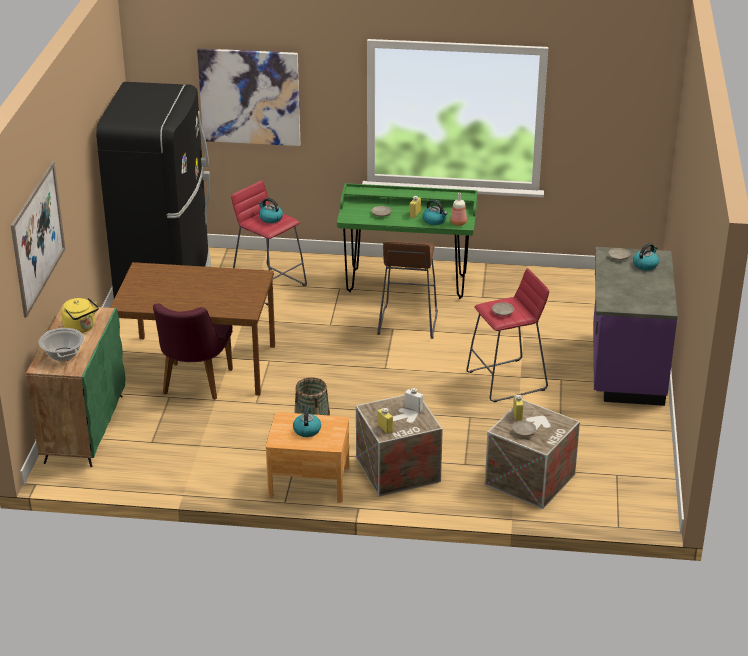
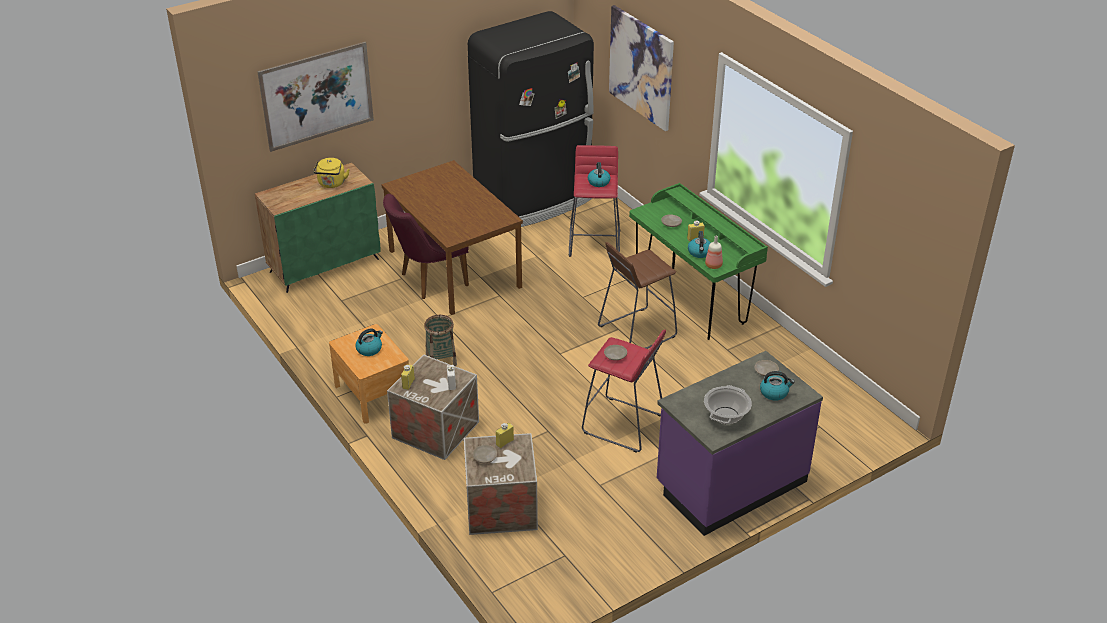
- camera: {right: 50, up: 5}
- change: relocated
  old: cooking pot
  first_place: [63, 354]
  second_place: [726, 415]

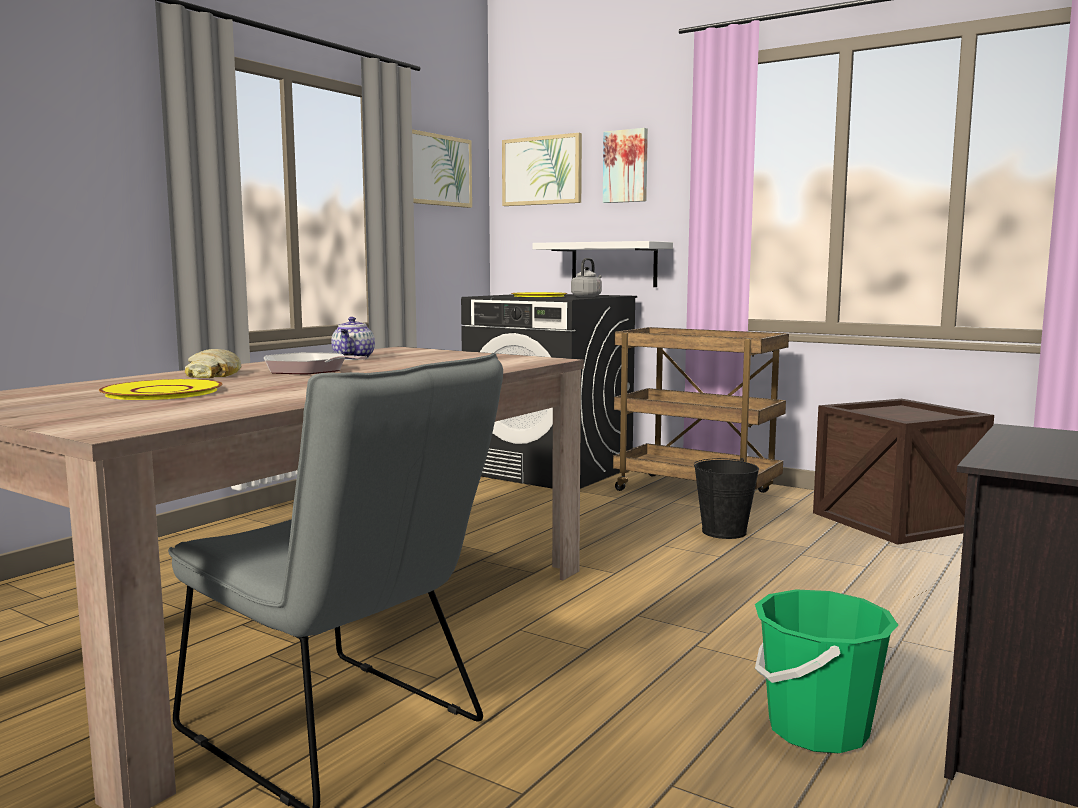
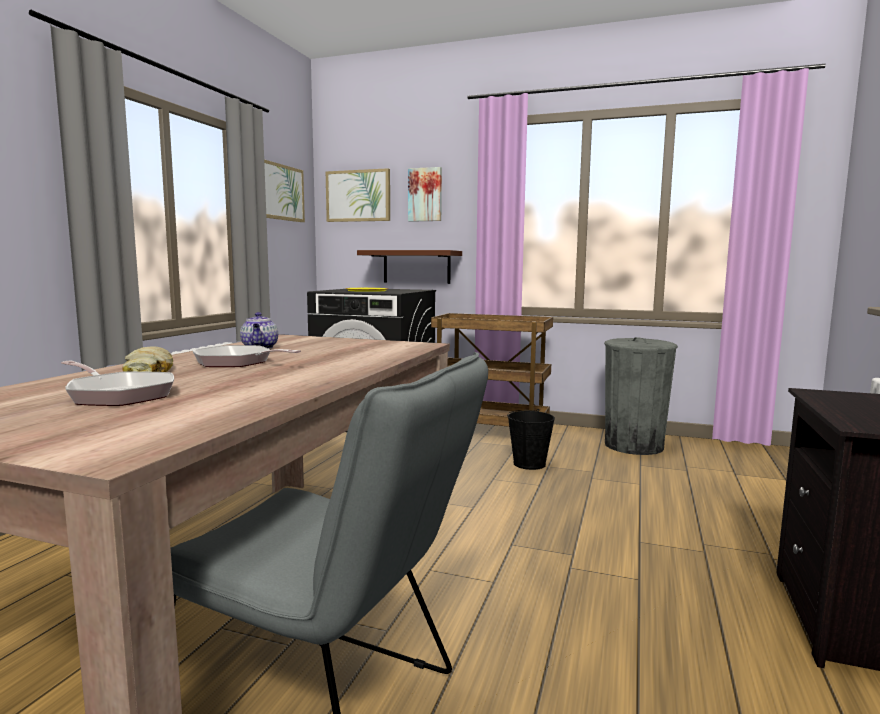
- camera: {right: -15, up: 0}
- change: colour
  old: white wall shelf
  new: brown wall shelf
  first_place: [614, 264]
  second_place: [416, 267]
- change: missing
  old: gray kettle
  first_place: [587, 296]
- change: exchanged
  old: yellowish dinner plate
  new: skillet
  first_place: [162, 392]
  second_place: [118, 395]
- change: exchanged
  old: crate
  new: gray trash can
  first_place: [896, 521]
  second_place: [633, 445]
- change: missing
  old: greenish pail
  first_place: [817, 729]

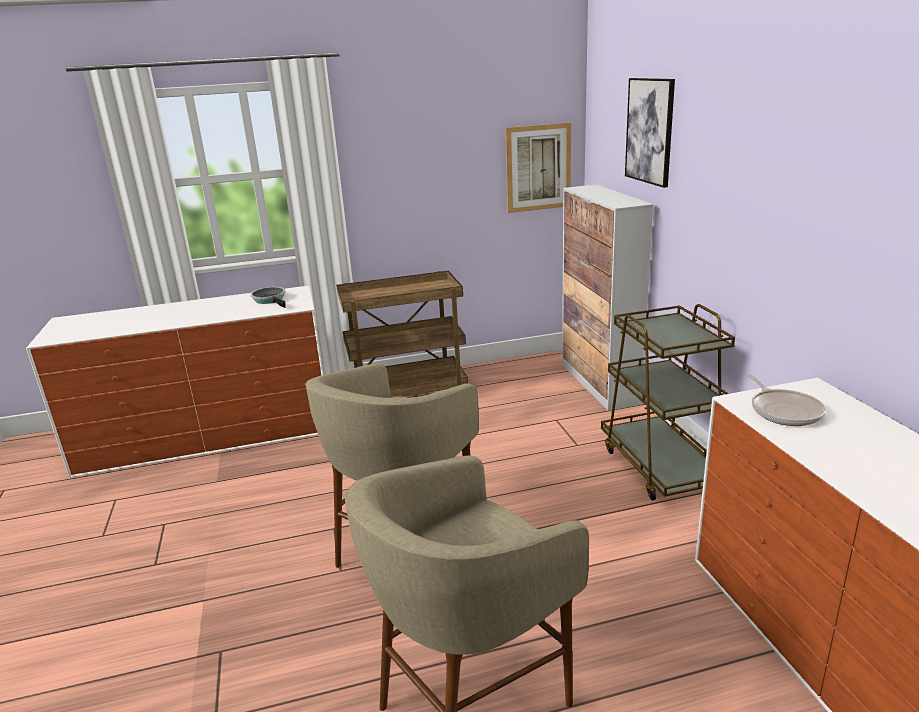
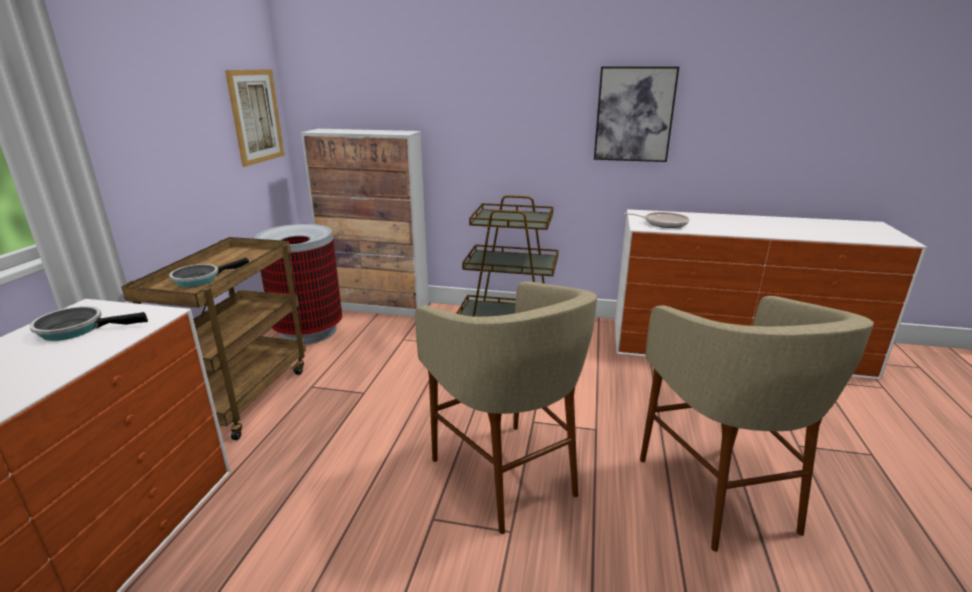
- camera: {right: -65, up: 0}
- change: relocated
  old: picture
  first_place: [650, 131]
  second_place: [634, 114]
- change: appeared
  new: trash can
  second_place: [308, 331]
- change: appeared
  new: skillet
  second_place: [200, 279]

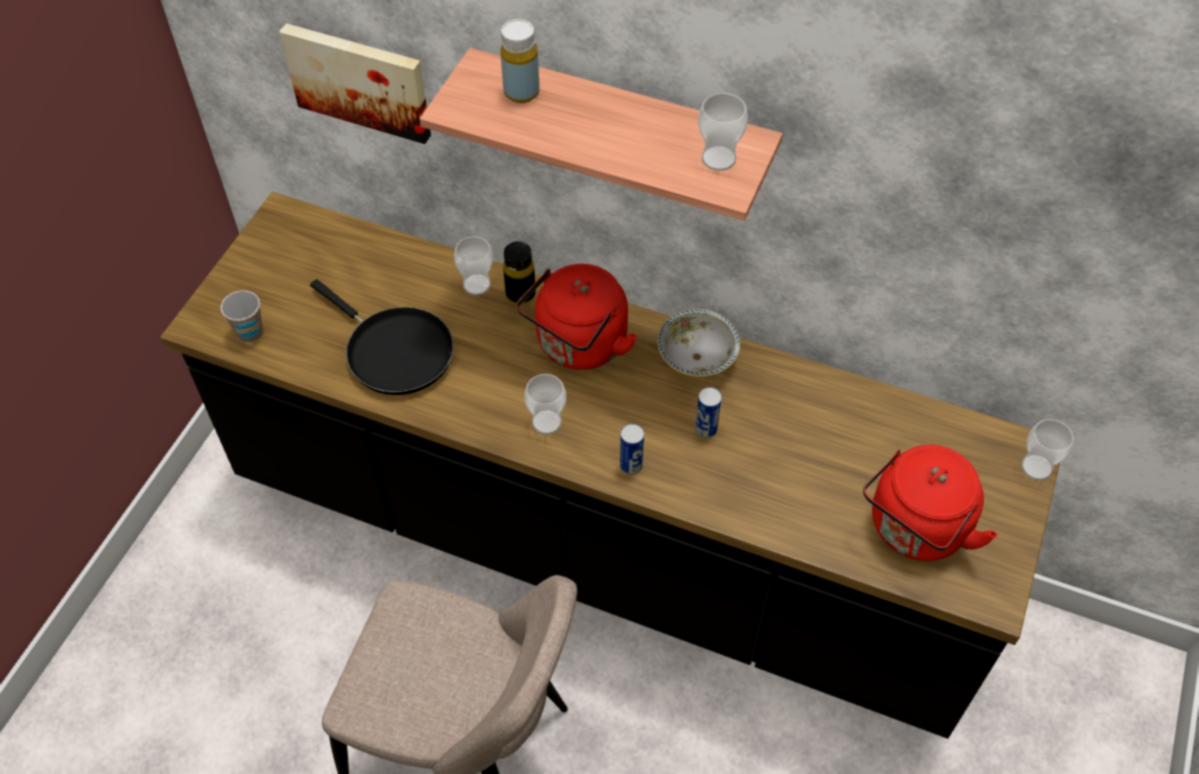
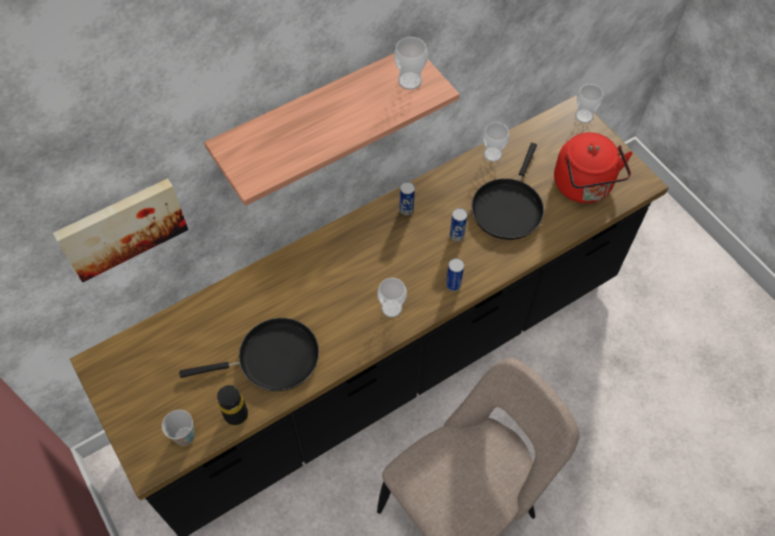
- camera: {right: -55, up: 5}
- change: missing
  old: yellowish beverage bottle
  first_place: [521, 92]
- change: relocated
  old: drinking cup
  first_place: [476, 285]
  second_place: [492, 154]
- change: relocated
  old: black-coloured beverage bottle
  first_place: [520, 294]
  second_place: [236, 415]
- change: missing
  old: red-coloured kettle
  first_place: [578, 346]
- change: exchanged
  old: serving bowl
  new: metal can
  first_place: [697, 358]
  second_place: [406, 210]
- change: appeared
  new: black-coloured skillet
  second_place: [508, 207]

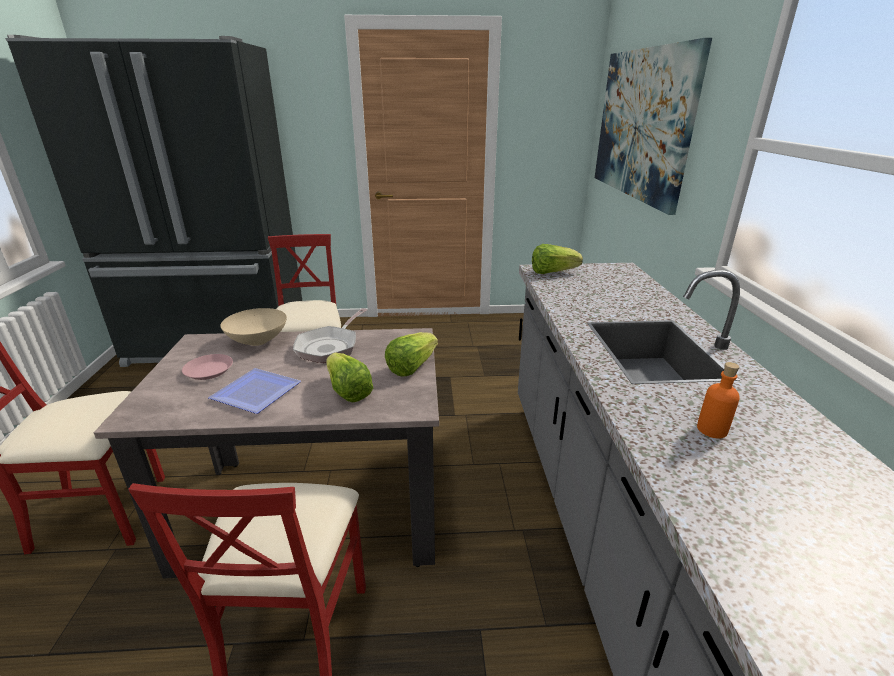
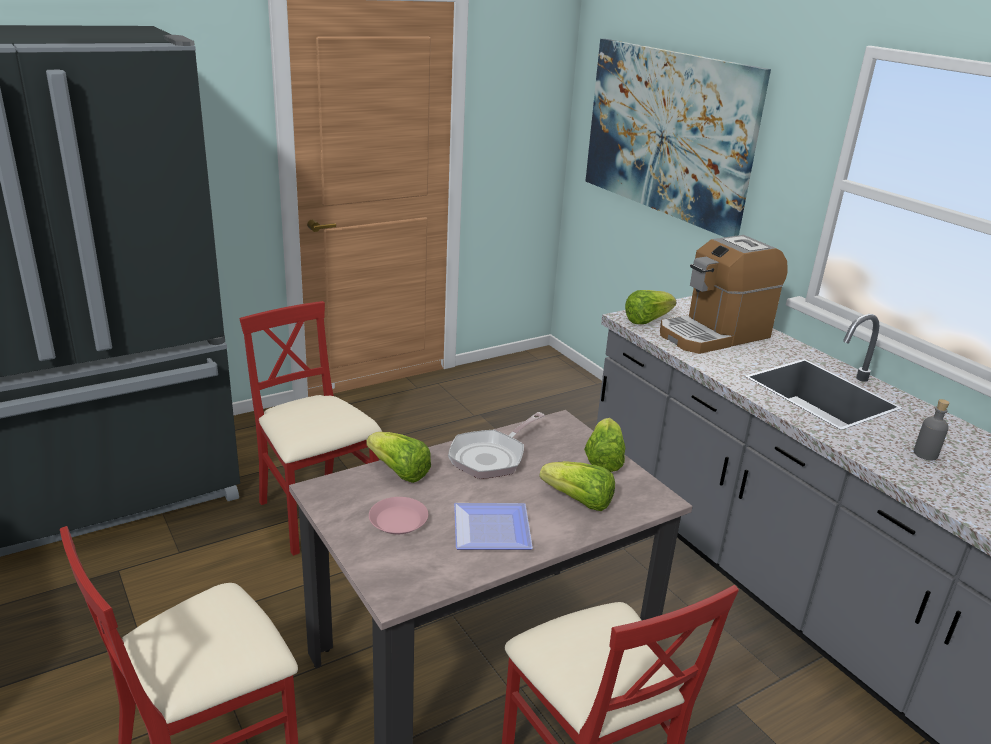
- camera: {right: -30, up: 0}
- change: exchanged
  old: sand-coloured serving bowl
  new: head of lettuce
  first_place: [257, 341]
  second_place: [399, 472]
- change: spun
  old: skillet
  first_place: [330, 346]
  second_place: [491, 457]
  degrees: 45
- change: colour
  old: orangey beverage bottle
  new: gray beverage bottle
  first_place: [712, 429]
  second_place: [925, 454]
- change: appeared
  new: coffee brewer
  second_place: [714, 334]

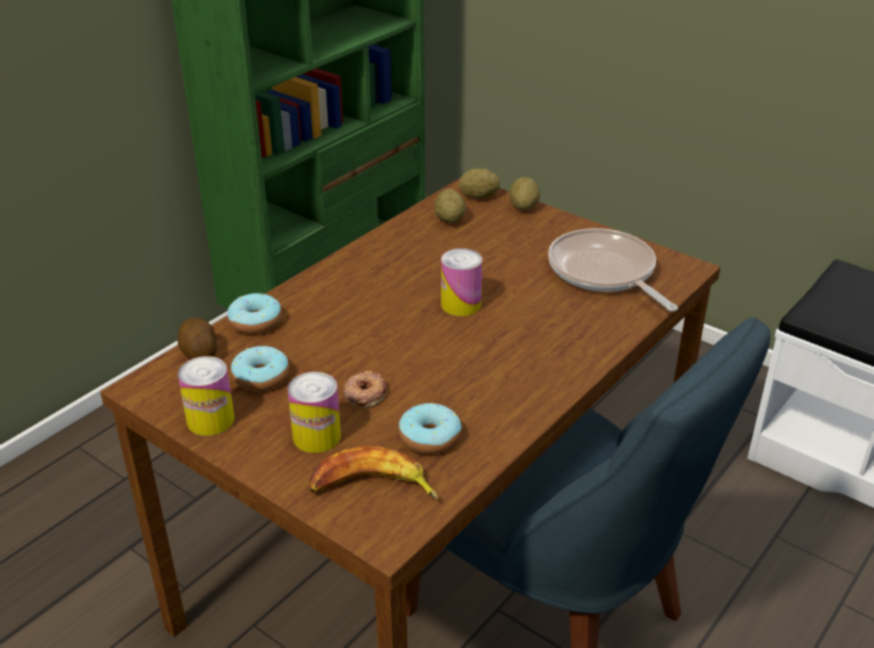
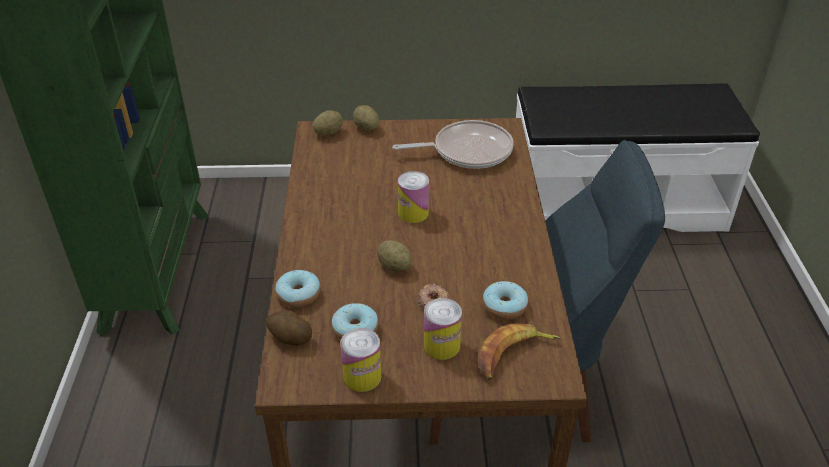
- camera: {right: -40, up: 5}
- change: relocated
  old: whole potato
  first_place: [449, 219]
  second_place: [394, 266]
- change: spun
  old: skillet
  first_place: [604, 273]
  second_place: [467, 151]
  degrees: 150

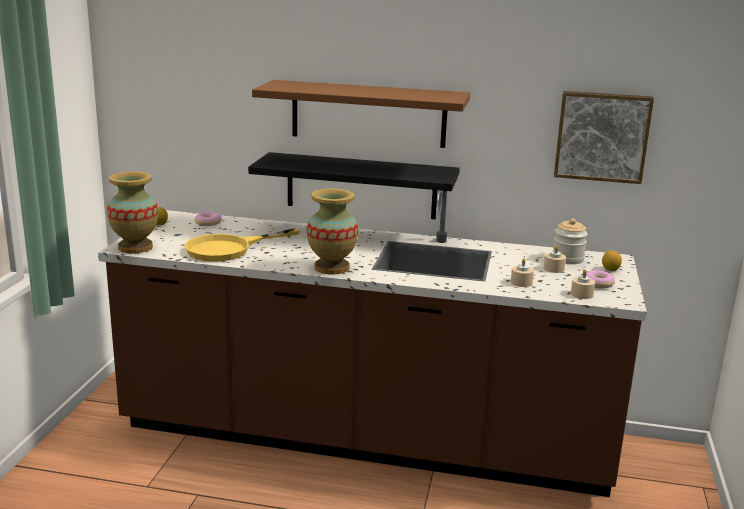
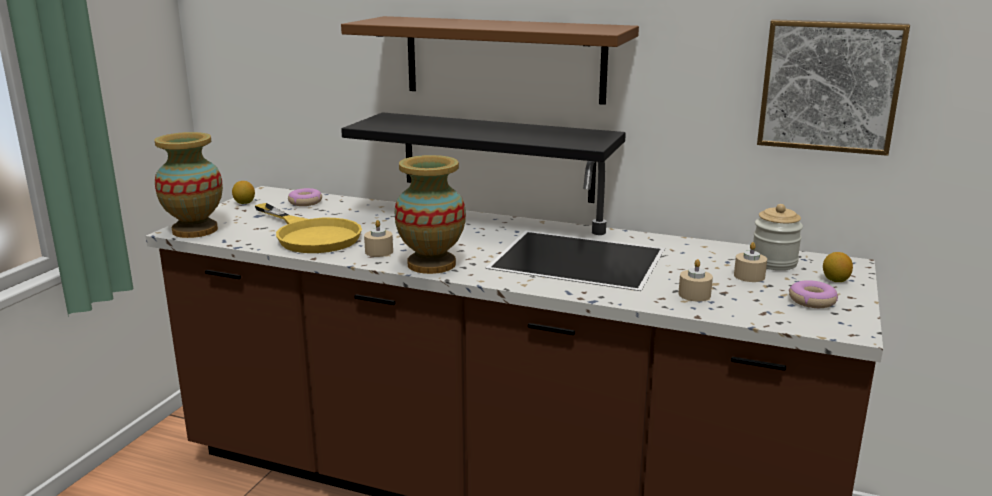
- camera: {right: 10, up: 0}
- change: spun
  old: yellowish skillet
  first_place: [229, 248]
  second_place: [311, 235]
  degrees: -105
- change: relocated
  old: sand-coloured wax light
  first_place: [582, 294]
  second_place: [379, 251]

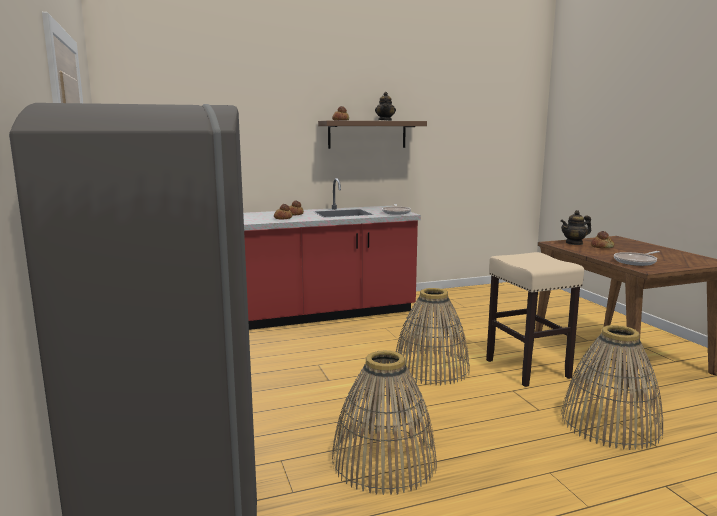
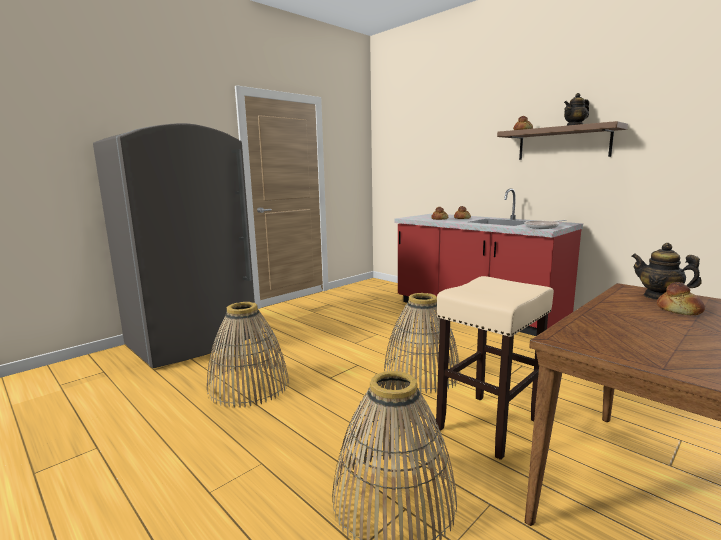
- camera: {right: 65, up: 0}
- change: missing
  old: skillet
  first_place: [636, 262]

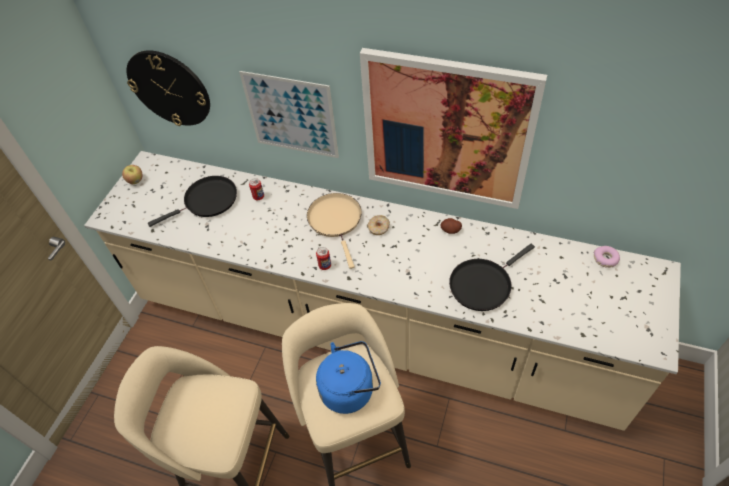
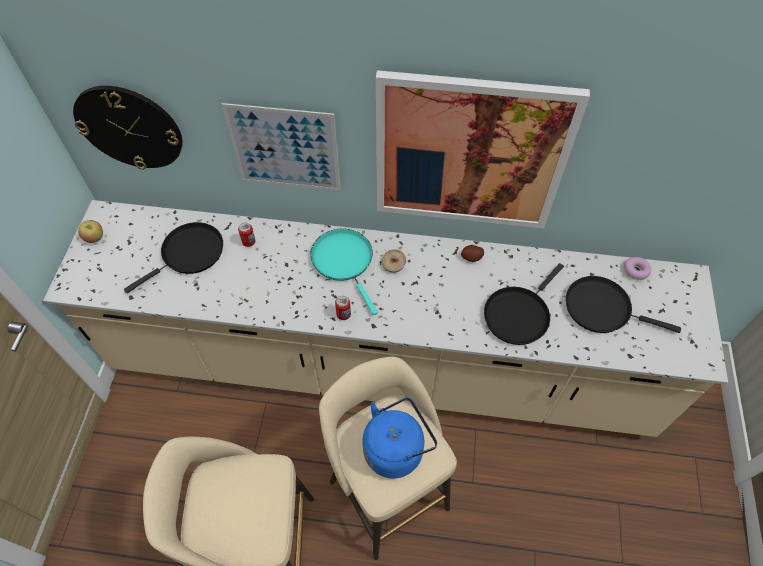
- camera: {right: -15, up: 5}
- change: colour
  old: sand-coloured skillet
  new: turquoise skillet
  first_place: [336, 221]
  second_place: [344, 261]
- change: appeared
  new: black-coloured skillet
  second_place: [602, 308]

